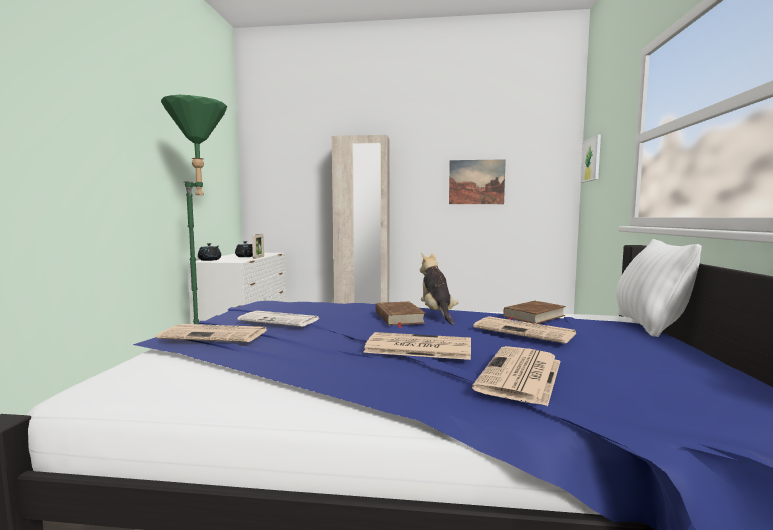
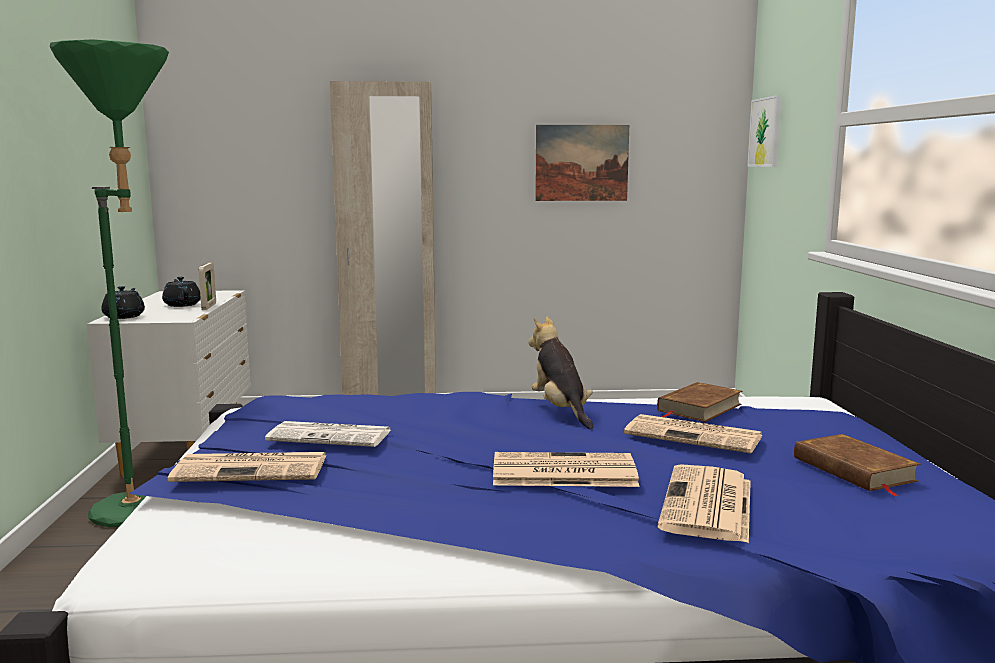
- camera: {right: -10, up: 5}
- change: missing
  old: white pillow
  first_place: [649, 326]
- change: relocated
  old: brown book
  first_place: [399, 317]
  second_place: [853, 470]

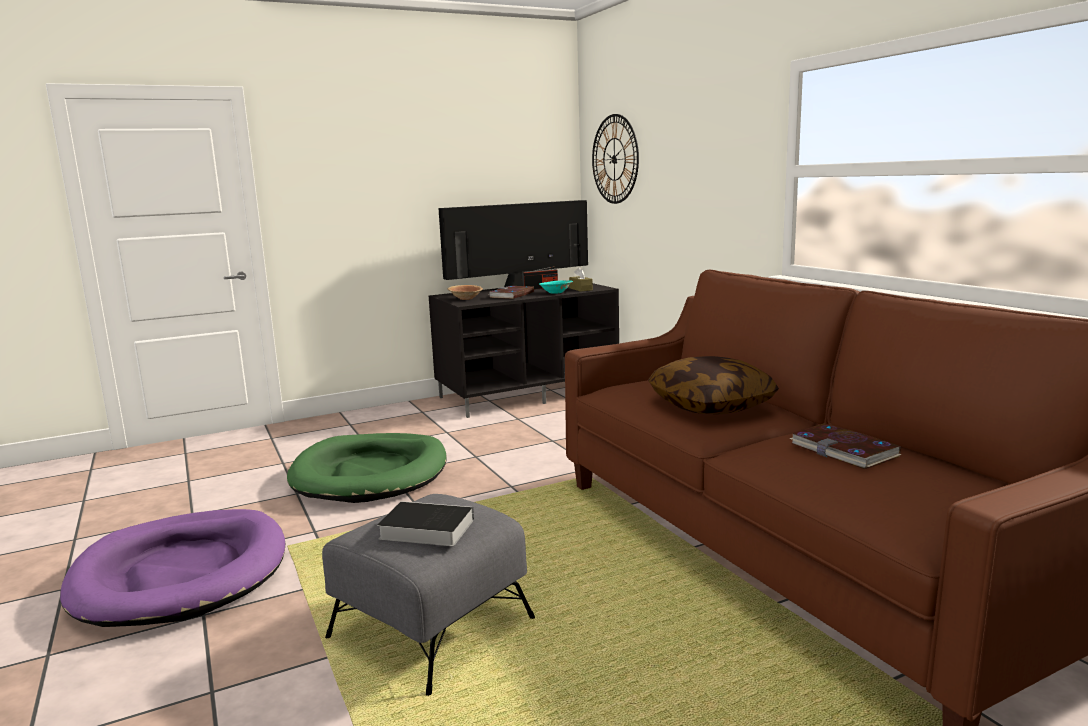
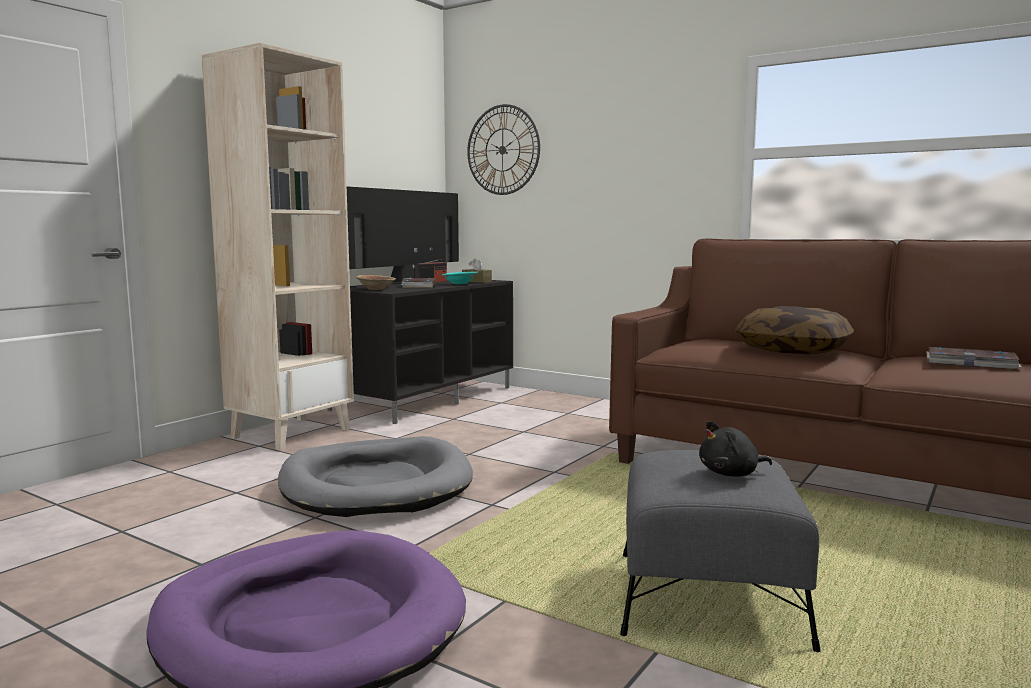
- camera: {right: -30, up: -5}
- change: colour
  old: greenish pet bed
  new: gray pet bed
  first_place: [371, 473]
  second_place: [376, 485]
- change: exchanged
  old: book
  new: black-coloured soft toy
  first_place: [423, 529]
  second_place: [732, 474]
- change: appeared
  new: sand-coloured bookshelf
  second_place: [291, 433]

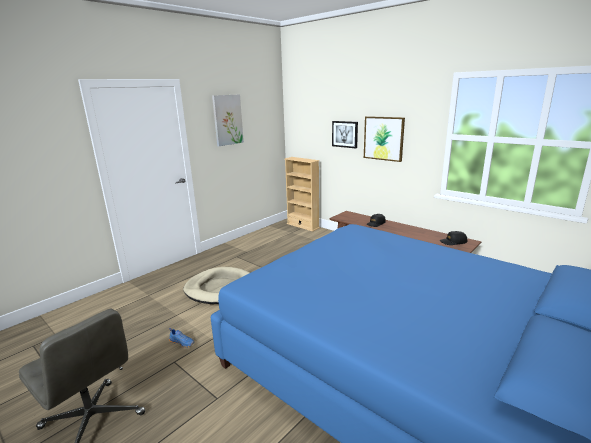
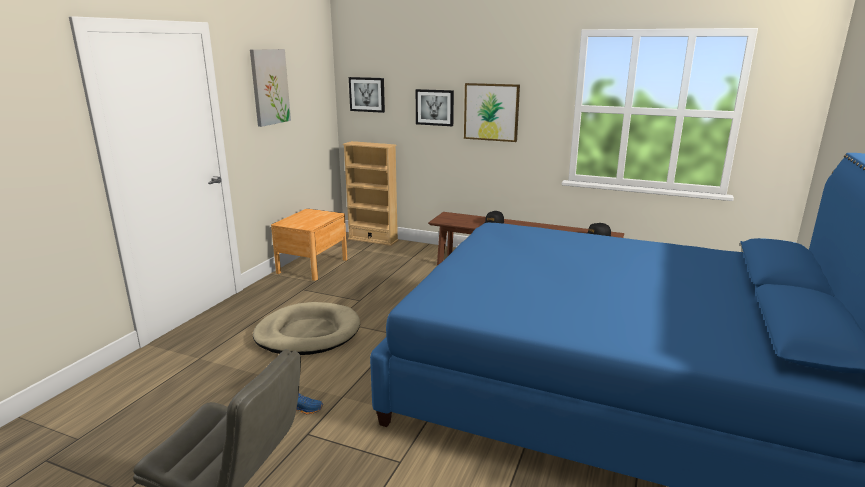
- camera: {right: -20, up: 0}
- change: appeared
  new: picture
  second_place: [367, 94]
- change: appeared
  new: brown nightstand
  second_place: [312, 266]

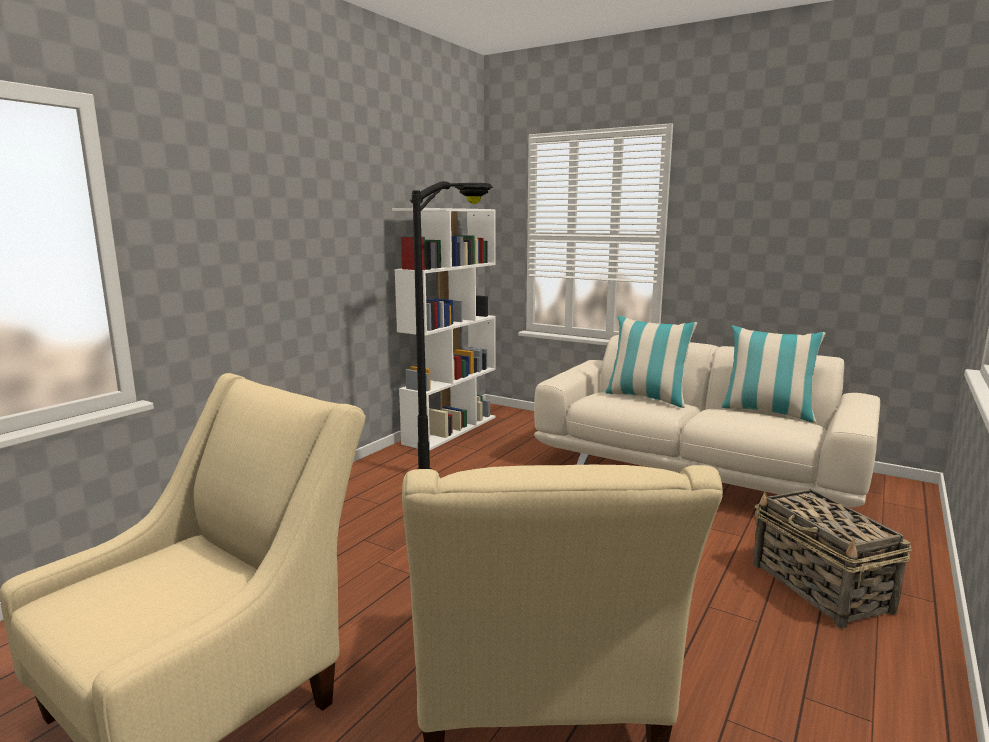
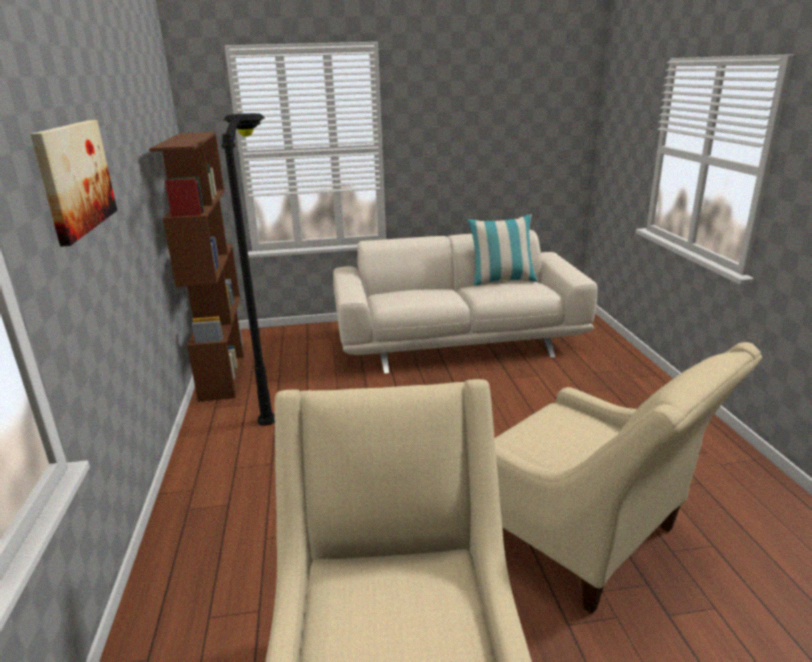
- camera: {right: -40, up: 10}
- change: colour
  old: white bookshelf
  new: brown bookshelf
  first_place: [451, 430]
  second_place: [224, 369]
- change: missing
  old: pillow
  first_place: [647, 398]
- change: missing
  old: storage basket
  first_place: [820, 588]
- change: appeared
  new: picture
  second_place: [75, 178]

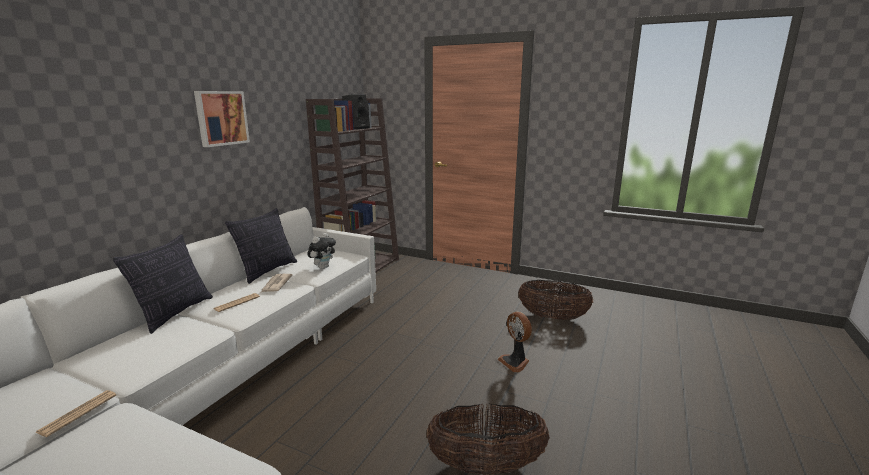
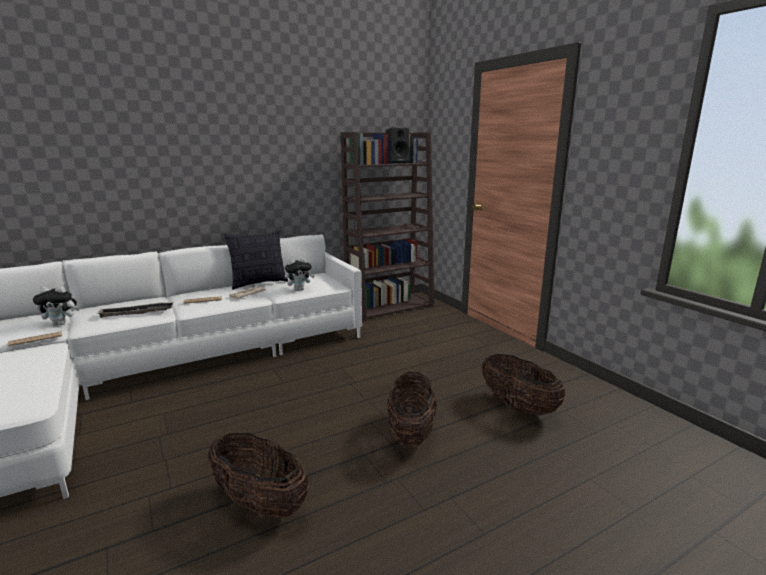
- camera: {right: 35, up: 0}
- change: missing
  old: picture
  first_place: [221, 118]
- change: missing
  old: pillow
  first_place: [175, 313]
- change: exchanged
  old: fan
  new: storage basket
  first_place: [515, 362]
  second_place: [411, 433]
- change: appeared
  new: soft toy
  second_place: [61, 324]
- change: appeared
  new: tray
  second_place: [137, 313]

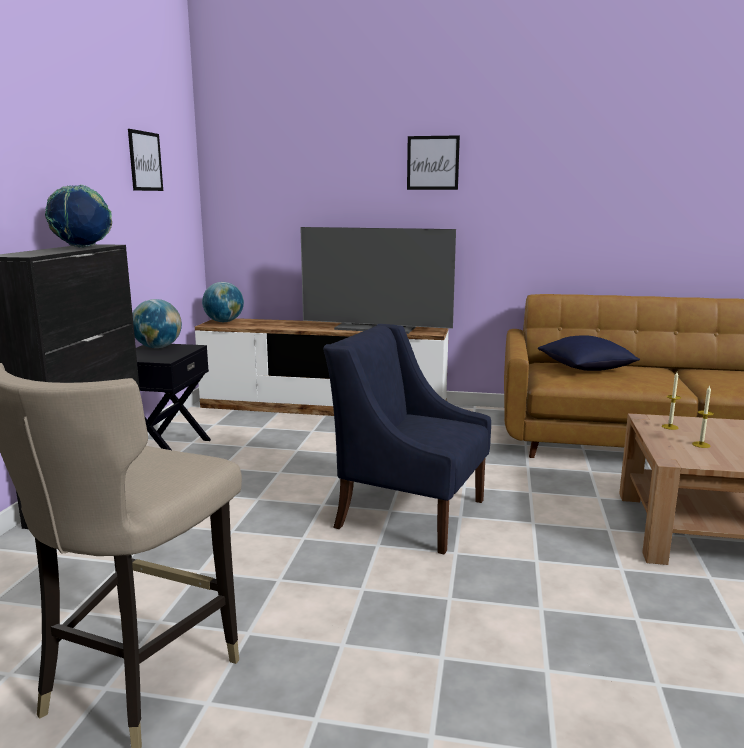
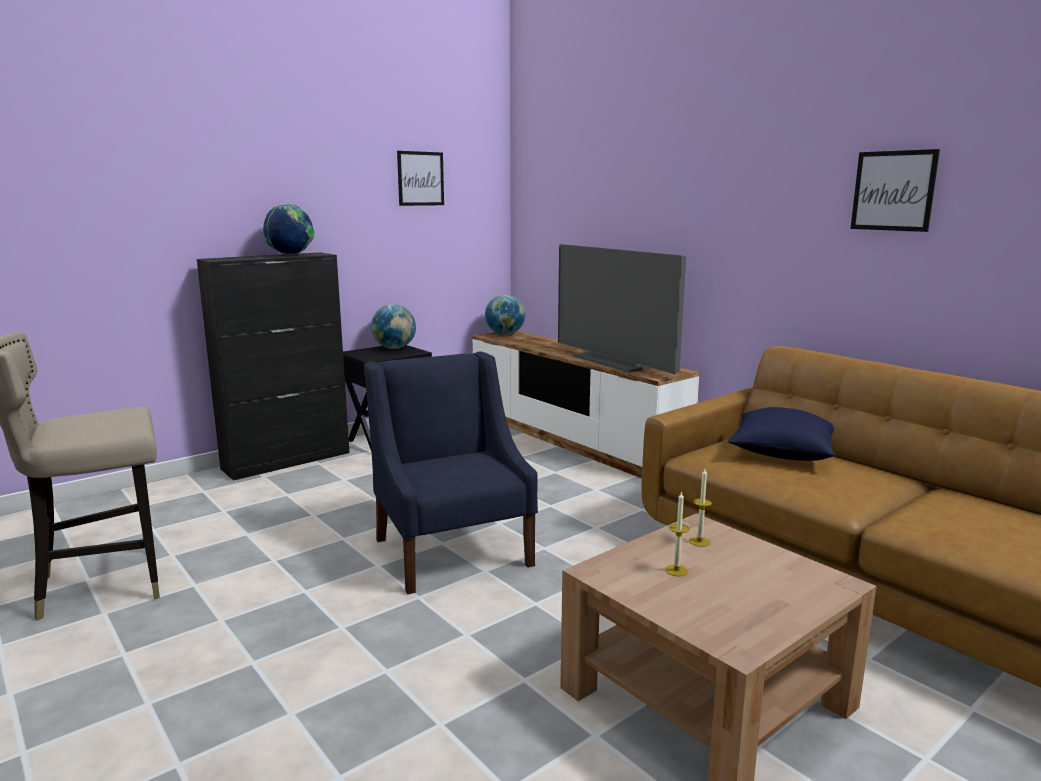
- camera: {right: 40, up: 0}
- change: relocated
  old: picture
  first_place: [433, 163]
  second_place: [893, 191]

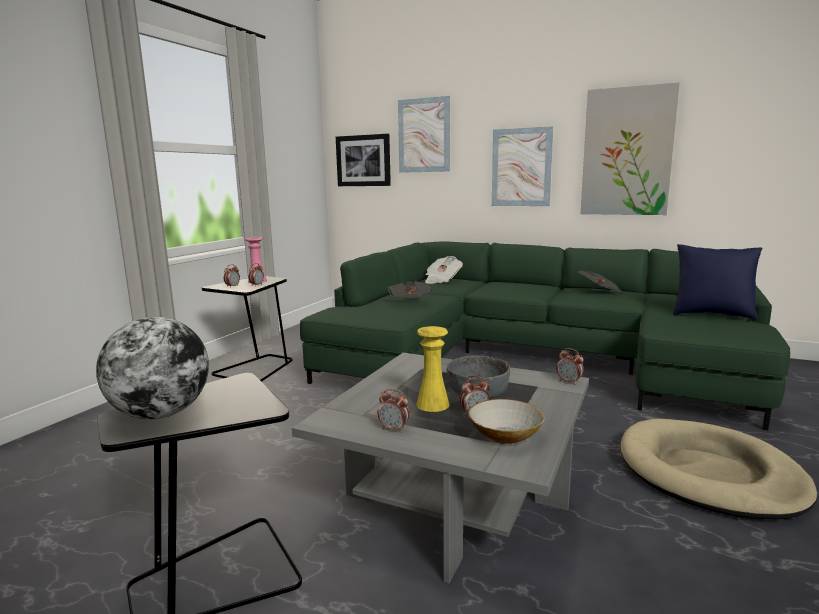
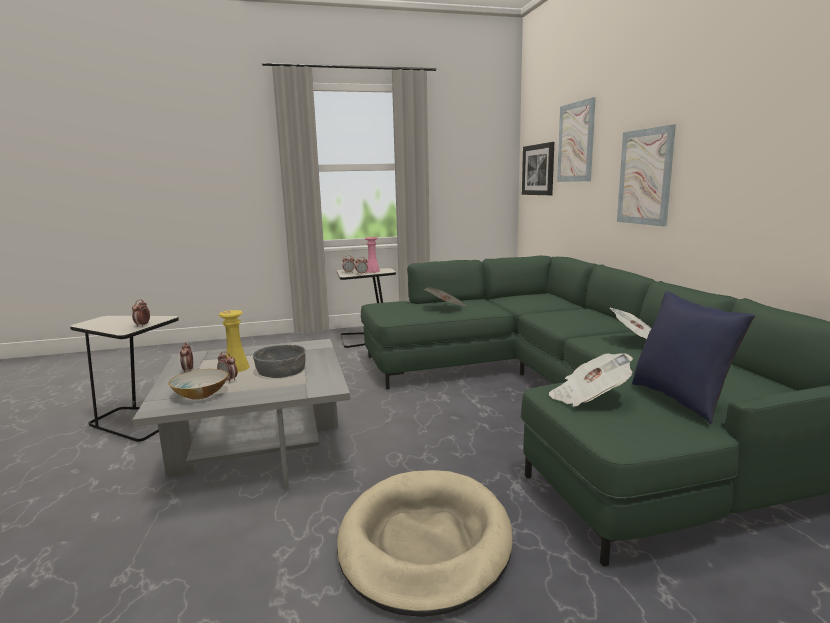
- camera: {right: 50, up: 0}
- change: missing
  old: picture
  first_place: [627, 152]
- change: relocated
  old: daily paper
  first_place: [442, 280]
  second_place: [588, 398]
- change: missing
  old: desk globe
  first_place: [161, 414]
- change: relocated
  old: bedside clock
  first_place: [569, 382]
  second_place: [142, 325]

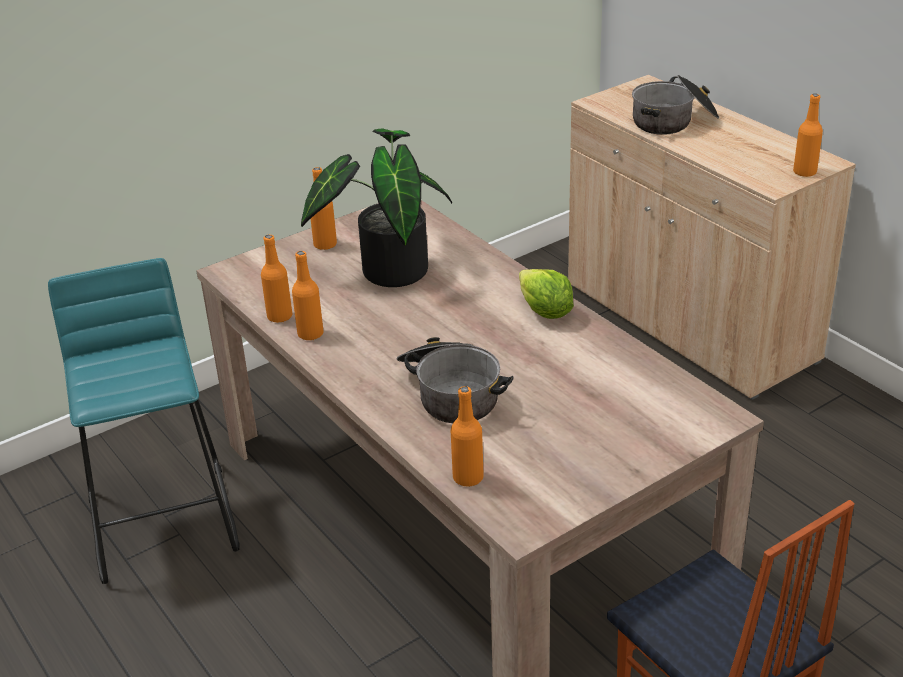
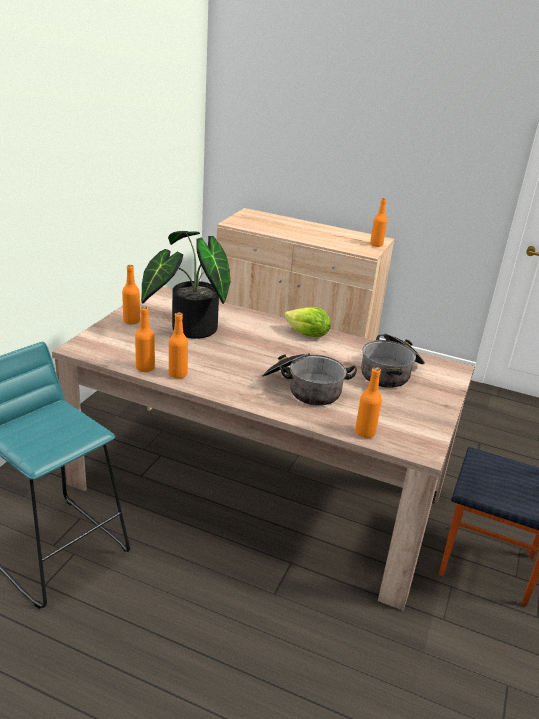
- camera: {right: -35, up: -5}
- change: relocated
  old: cooking pot
  first_place: [674, 121]
  second_place: [390, 372]

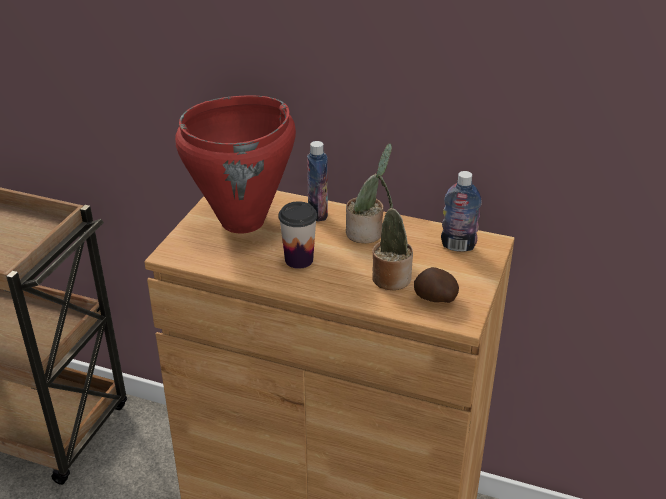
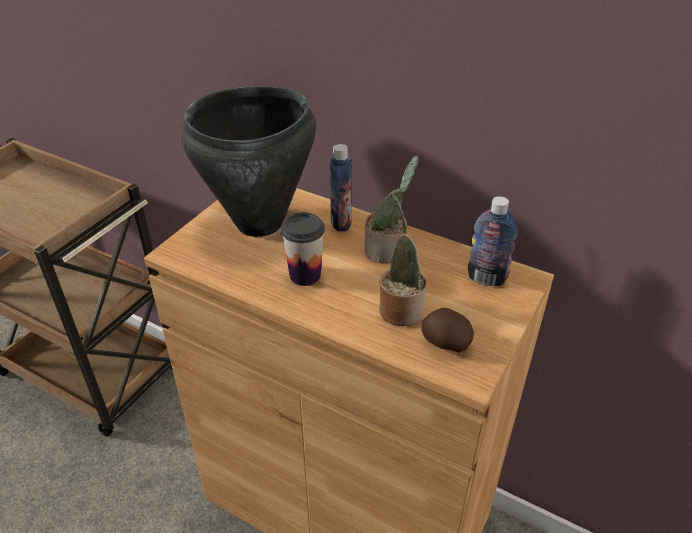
- camera: {right: 10, up: 5}
- change: colour
  old: red-coloured cooking pot
  new: black-coloured cooking pot
  first_place: [243, 222]
  second_place: [260, 223]

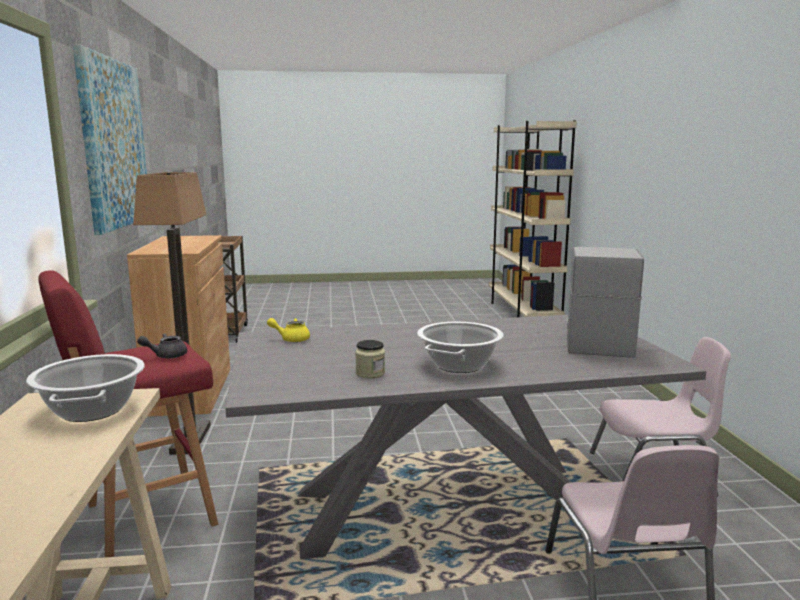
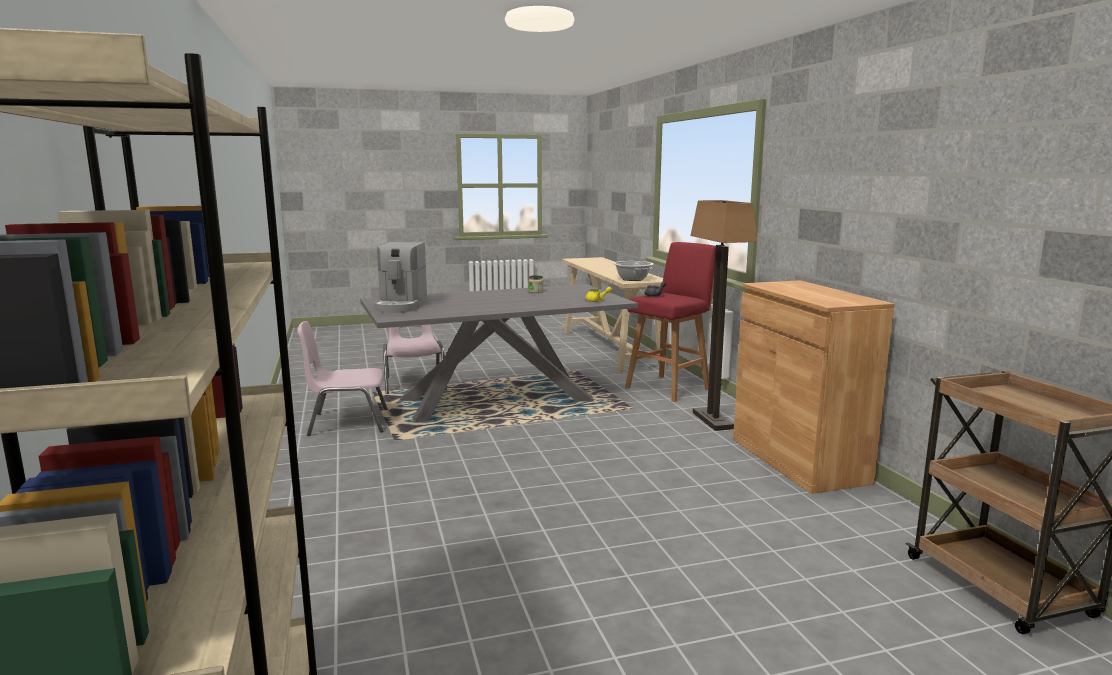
- camera: {right: 170, up: 0}
- change: missing
  old: picture
  first_place: [114, 144]
- change: missing
  old: cooking pot
  first_place: [459, 365]

